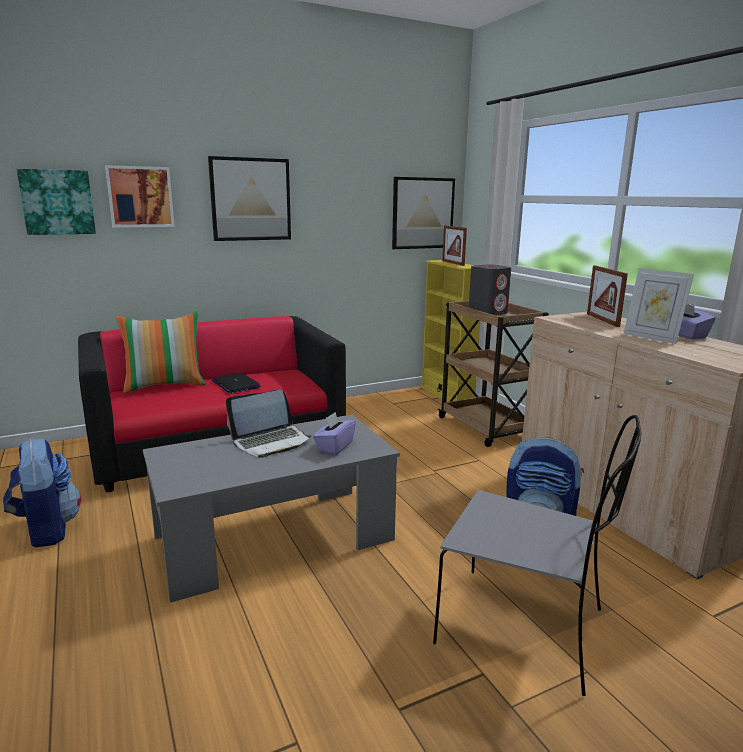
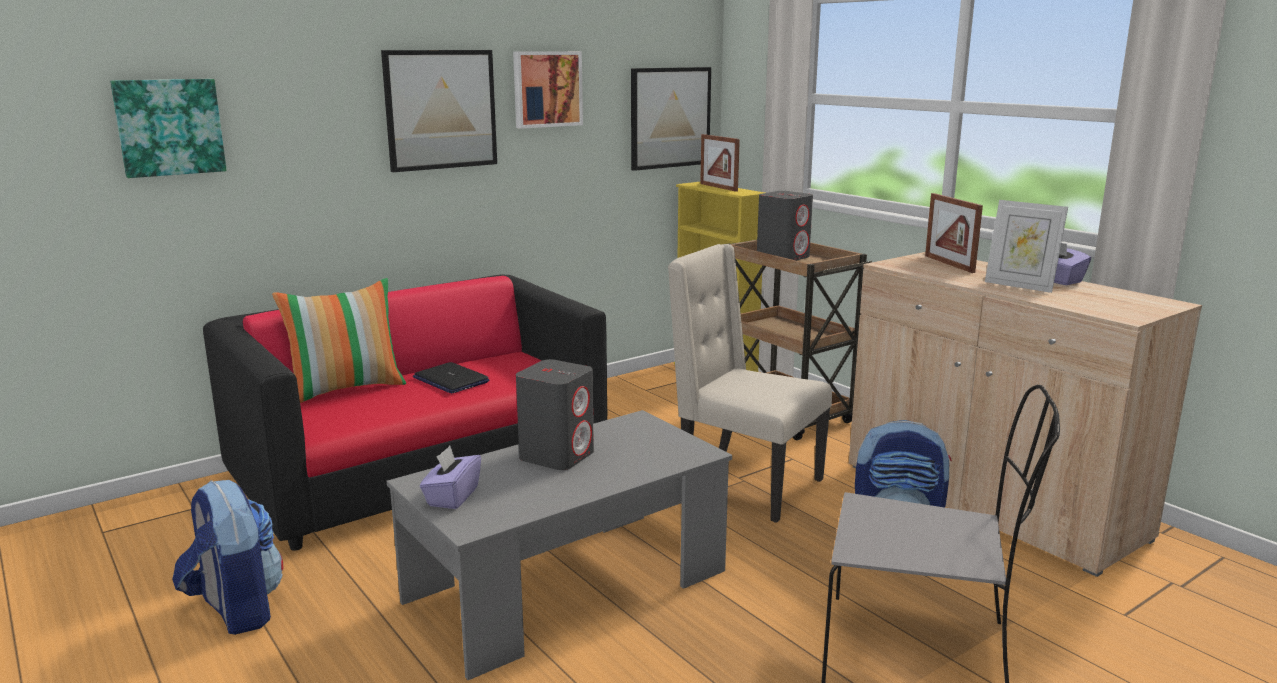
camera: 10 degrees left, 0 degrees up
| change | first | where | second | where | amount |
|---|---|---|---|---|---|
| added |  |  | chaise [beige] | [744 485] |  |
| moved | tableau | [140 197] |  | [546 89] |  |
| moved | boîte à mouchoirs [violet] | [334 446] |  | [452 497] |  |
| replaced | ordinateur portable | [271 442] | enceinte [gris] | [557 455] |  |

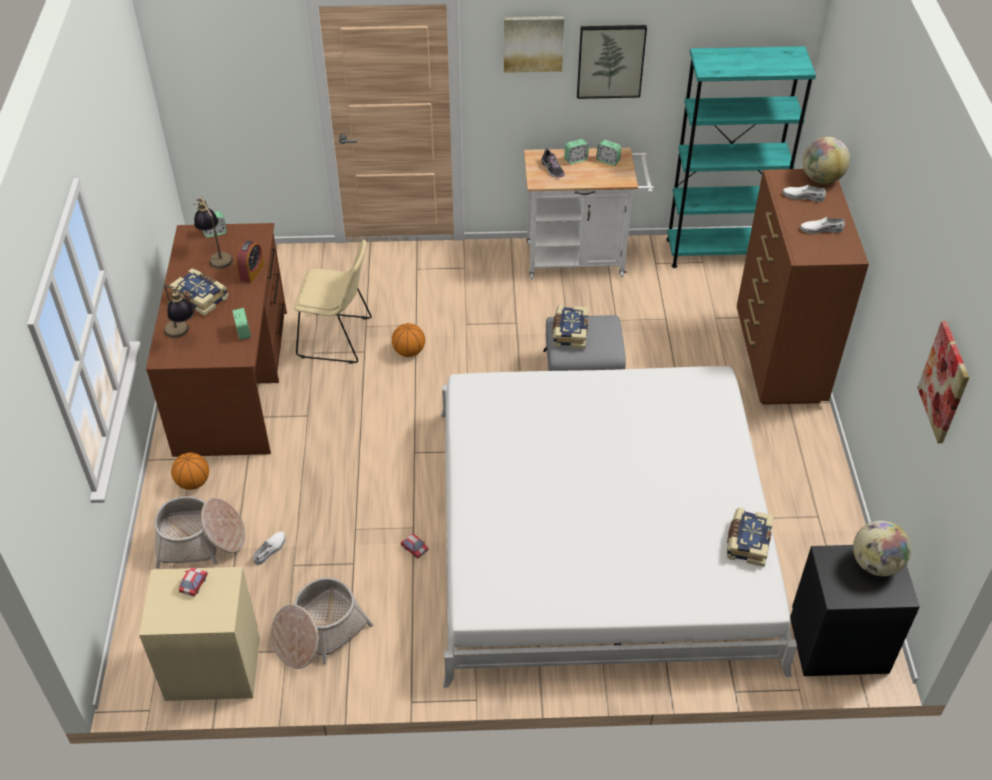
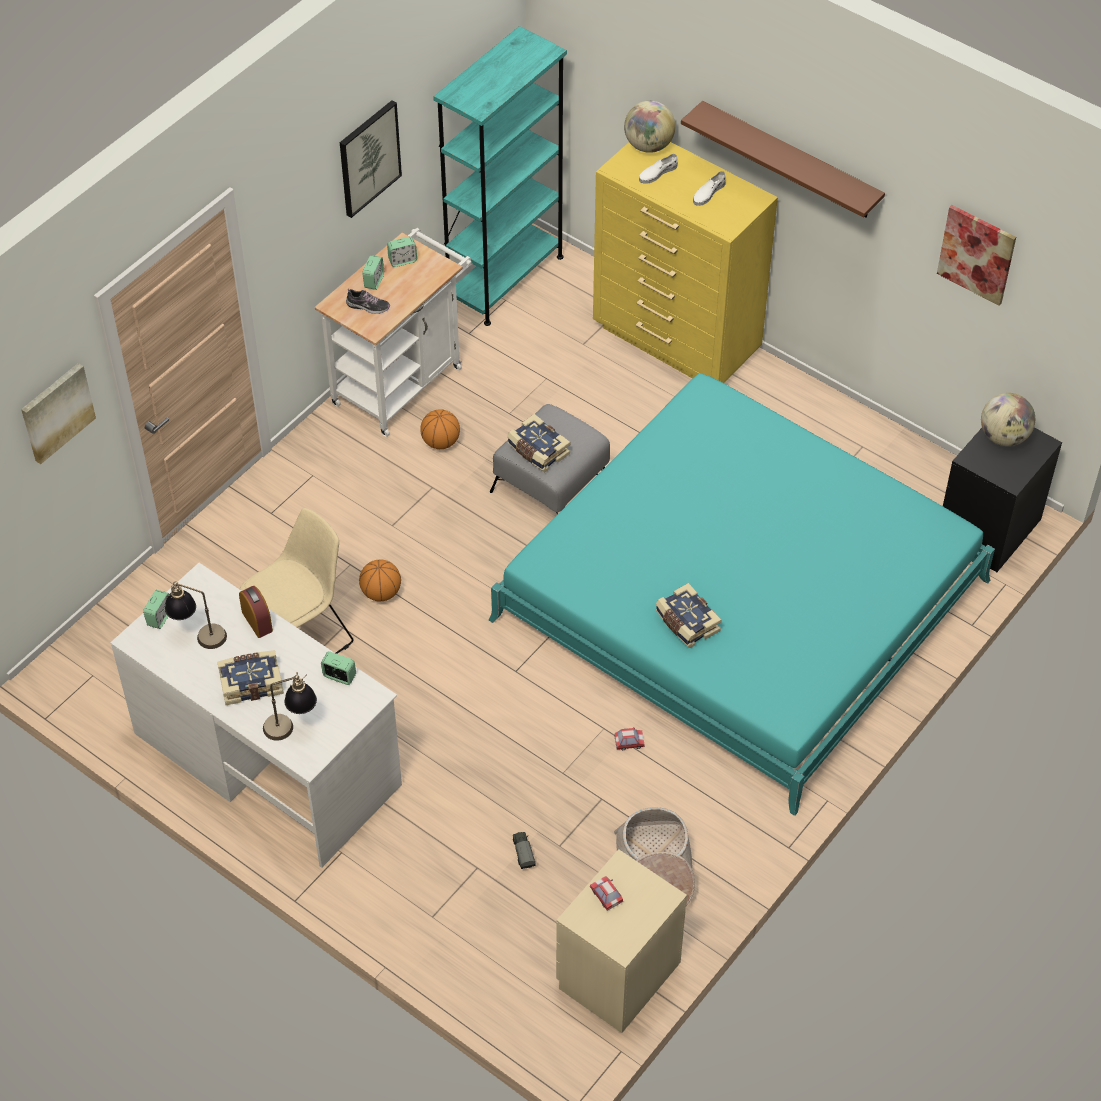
camera: 50 degrees left, 5 degrees up
| change | first | where | second | where | amount |
|---|---|---|---|---|---|
| removed | panier | [201 541] |  |  |  |
| added |  |  | étagère [marron] | [790 161] |  |
| moved | ballon de basket | [193 482] |  | [440 442] |  |
| moved | tableau | [533 43] |  | [56 412] |  |
| moved | livre | [747 542] |  | [686 623] |  |
| replaced | chaussure [blanc] | [270 549] | camion jouet | [523 853] |  |
| recoloured | bureau [marron] | [233 380] | bureau [blanc] | [267 757] |  |
| recoloured | lit [blanc] | [601 533] | lit [turquoise] | [740 599] |  |
| recoloured | commode [marron] | [778 360] | commode [jaune] | [676 341] |  |

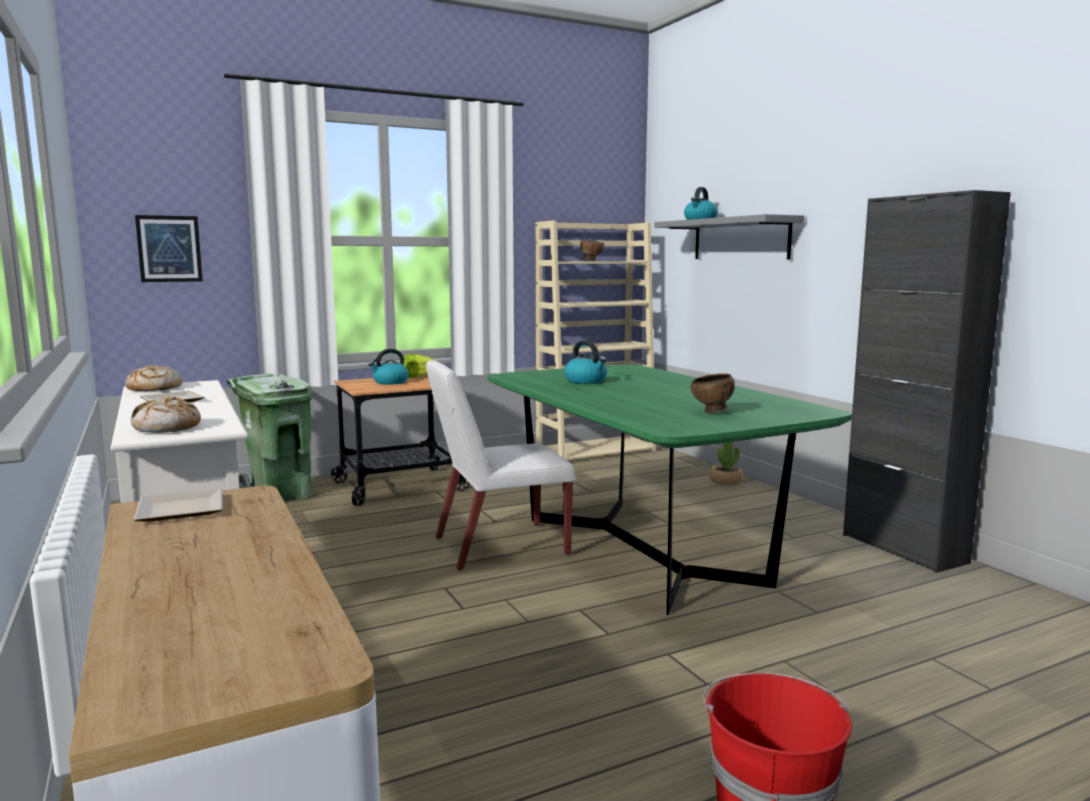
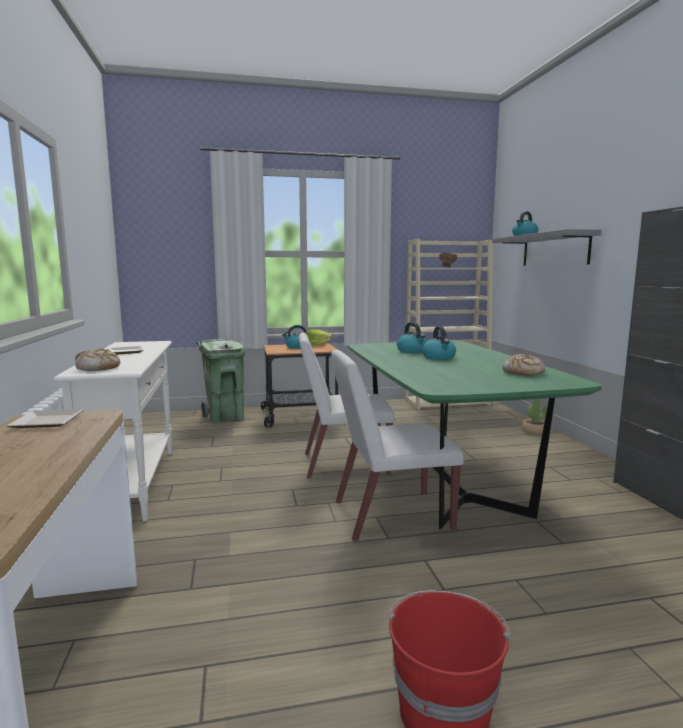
camera: 15 degrees right, 0 degrees up
| change | first | where | second | where | amount |
|---|---|---|---|---|---|
| removed | tableau | [169 249] |  |  |  |
| removed | bol [marron] | [712 412] |  |  |  |
| added |  |  | chaise [blanc] | [390 516] |  |
| added |  |  | bouilloire | [439 357] |  |
| moved | pain | [154 388] |  | [523 372] |  |

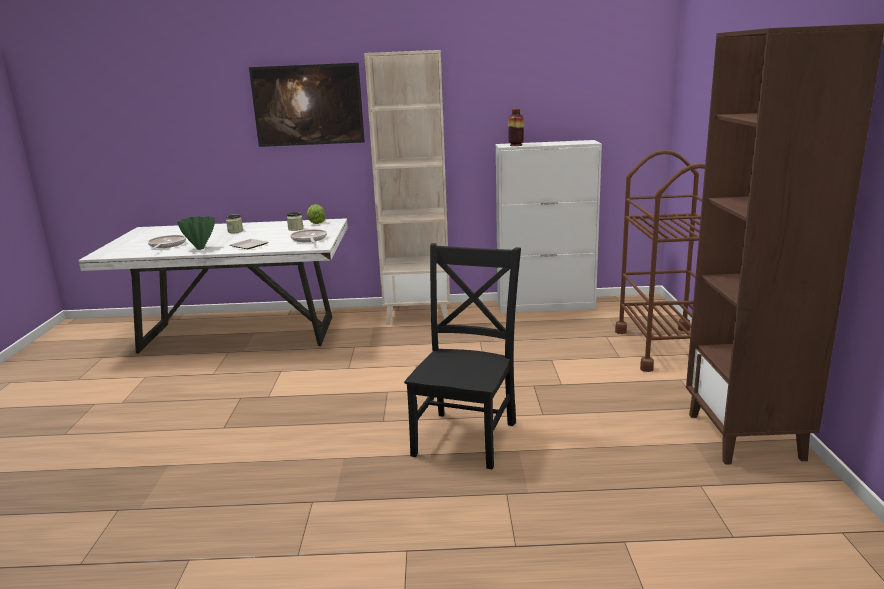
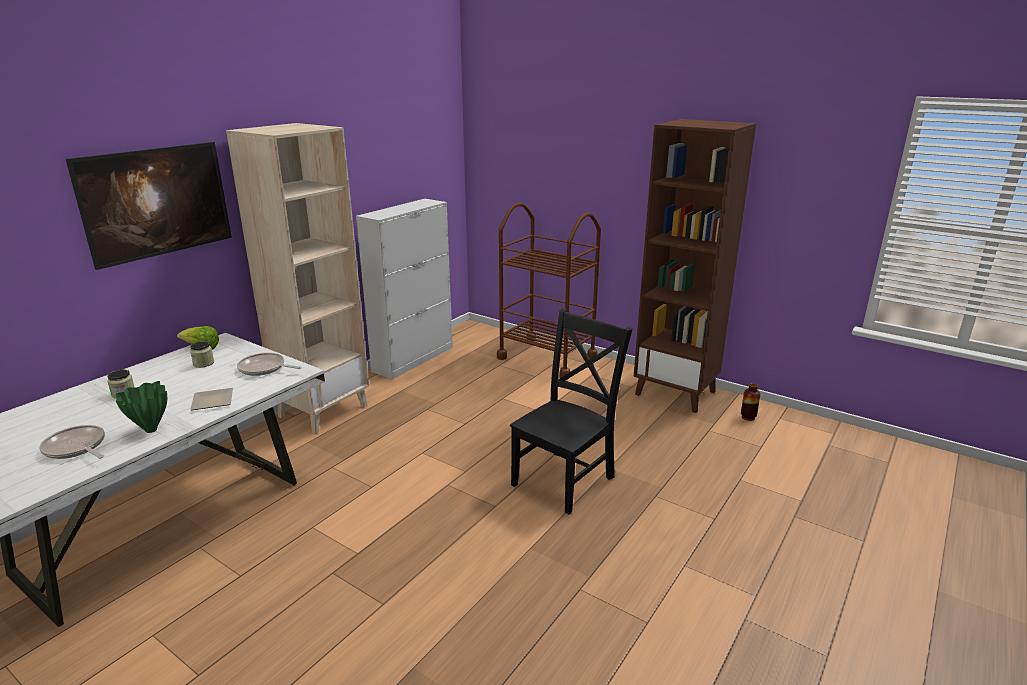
camera: 55 degrees left, 5 degrees up
| change | first | where | second | where | amount |
|---|---|---|---|---|---|
| moved | vase | [516 145] |  | [748 417] |  |
| turned | chaise [noir] | [467 436] |  | [566 479] | 75 degrees clockwise |

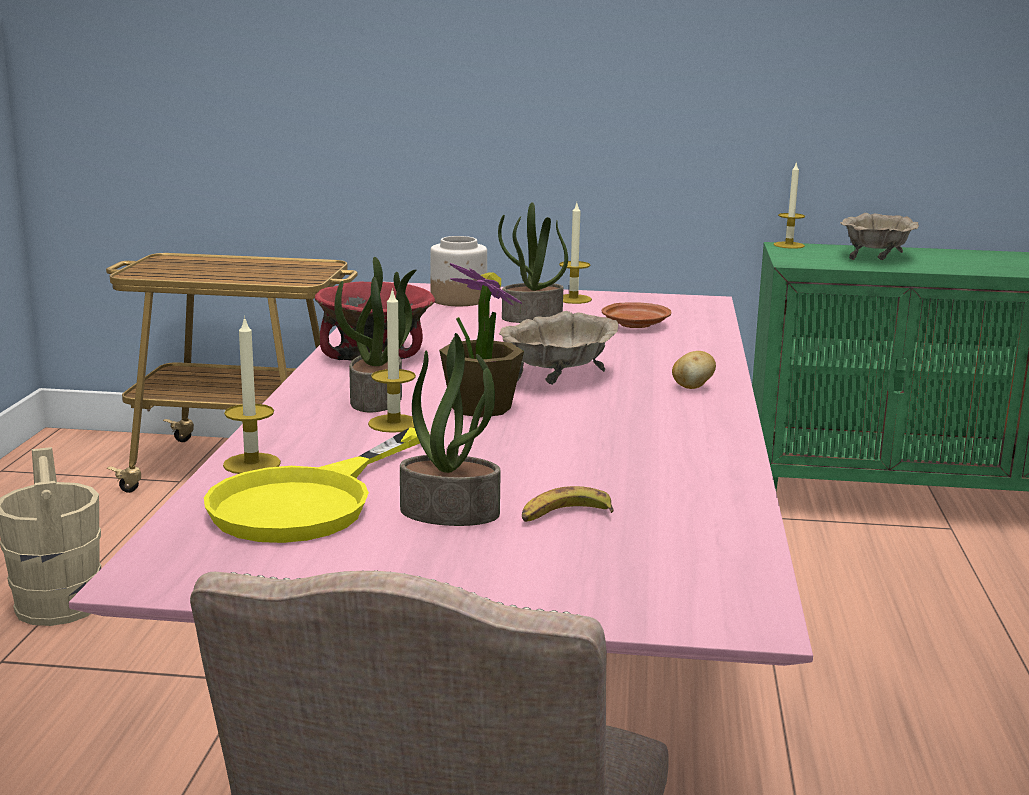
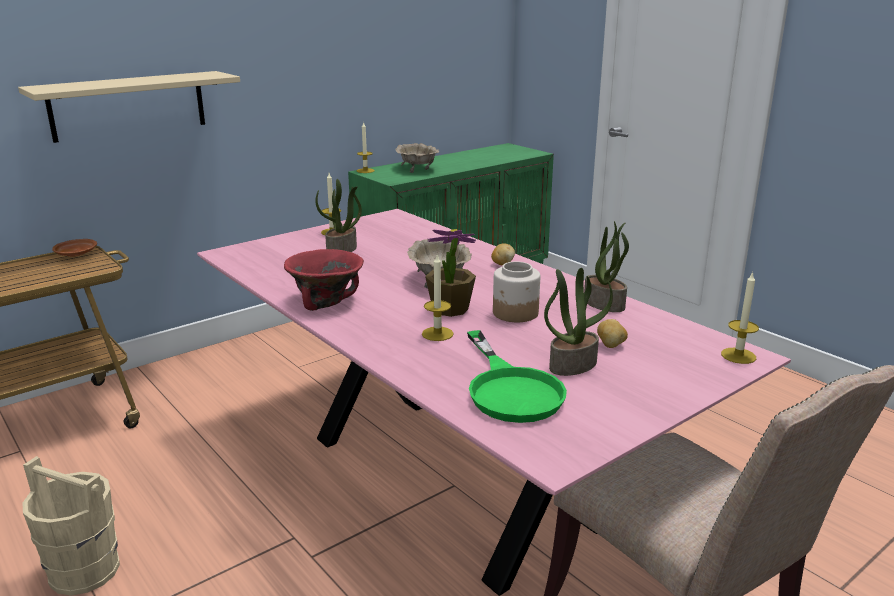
camera: 45 degrees left, 5 degrees up
| change | first | where | second | where | amount |
|---|---|---|---|---|---|
| added |  |  | étagère [beige] | [128 105] |  |
| moved | bougie | [252 464] |  | [738 355] |  |
| moved | plante en pot | [377 400] |  | [605 304] |  |
| moved | bocal | [458 300] |  | [515 313] |  |
| moved | assiette [marron] | [635 325] |  | [76 254] |  |
| replaced | banane | [565 516] | pomme de terre | [610 345] |  |
| recoloured | poêle [jaune] | [309 501] | poêle [vert] | [510 389] |  |

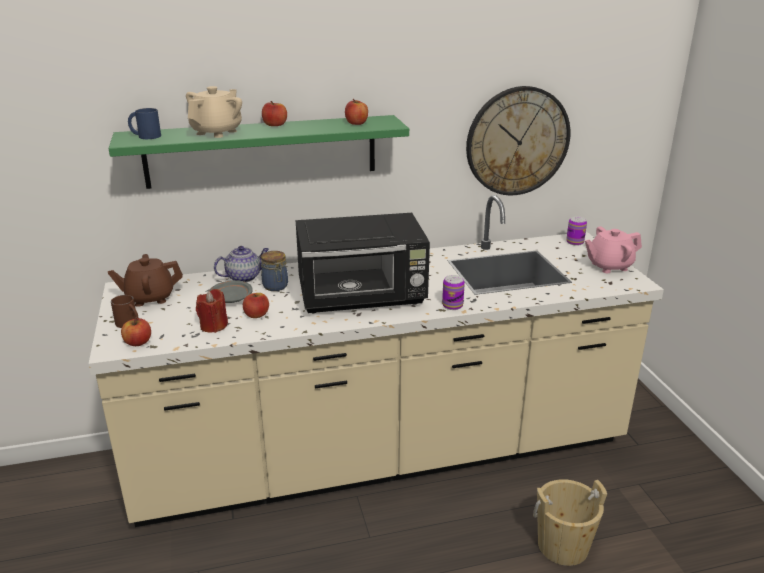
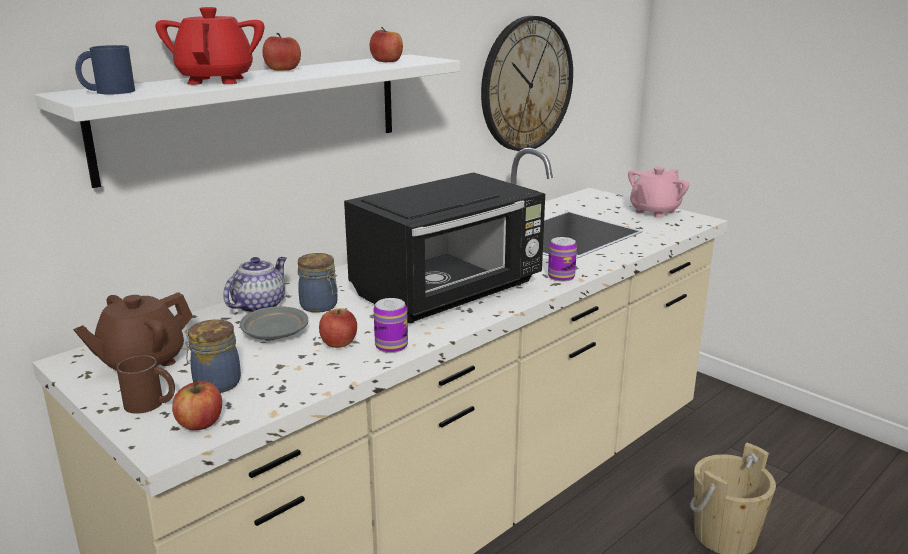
camera: 30 degrees left, 5 degrees down
| change | first | where | second | where | amount |
|---|---|---|---|---|---|
| removed | bougie [rouge] | [213 326] |  |  |  |
| added |  |  | bocal | [215 383] |  |
| moved | boîte métallique | [575 242] |  | [391 346] |  |
| recoloured | étagère [vert] | [262 151] | étagère [blanc] | [257 114] |  |
| recoloured | théière [beige] | [217 132] | théière [rouge] | [216 80] |  |

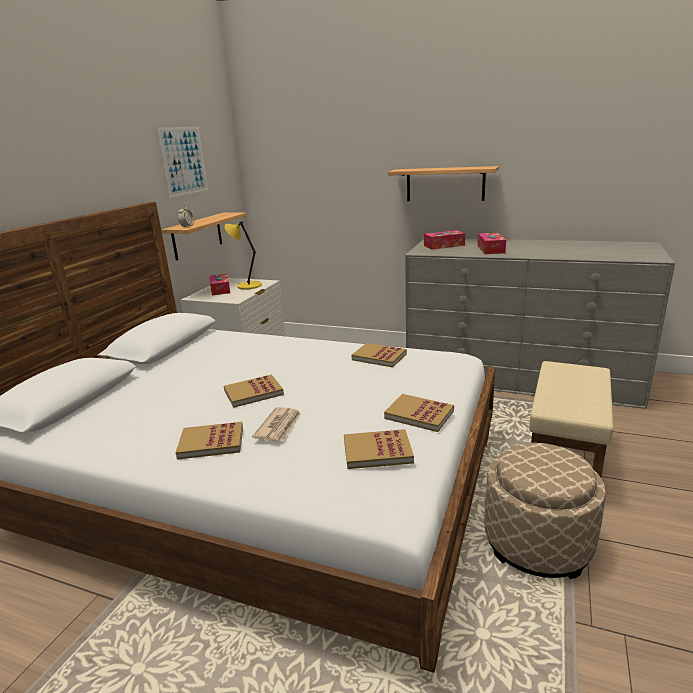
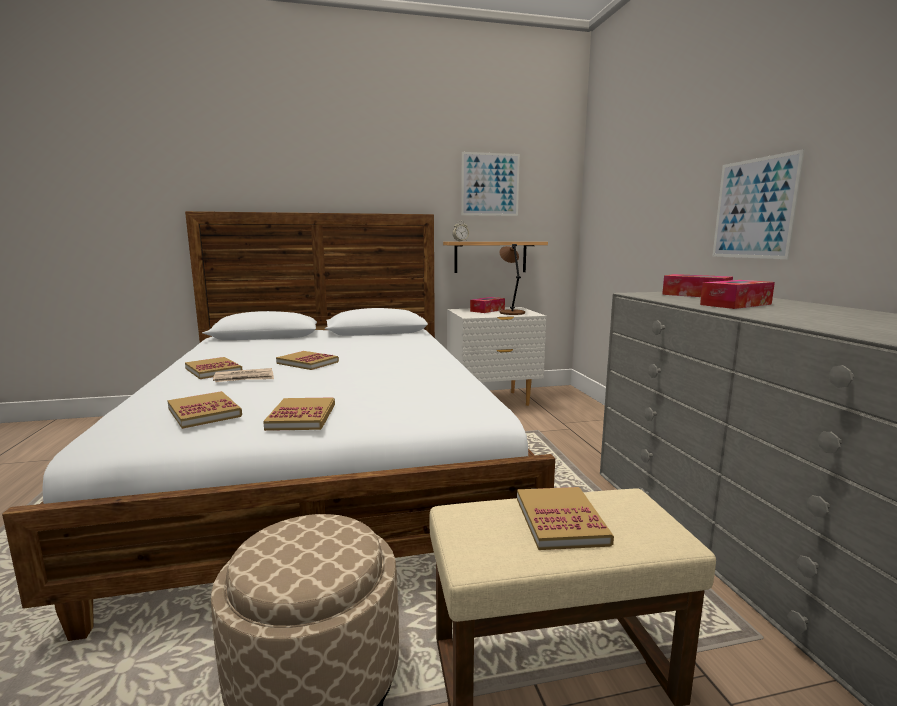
camera: 55 degrees right, 10 degrees down
| change | first | where | second | where | amount |
|---|---|---|---|---|---|
| moved | livre | [379 357] |  | [561 521] |  |
| replaced | étagère | [445 184] | tableau | [753 208] |  |
| recoloured | lampe de table [jaune] | [247 286] | lampe de table [marron] | [511 313] |  |

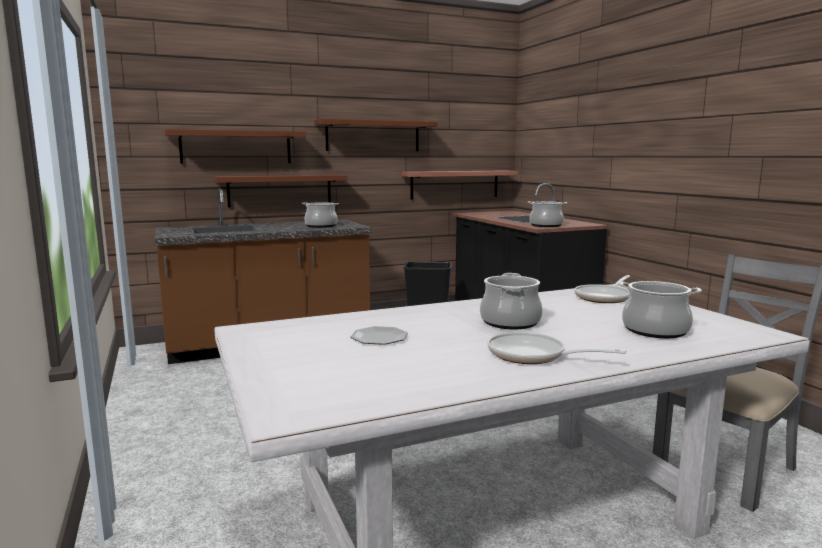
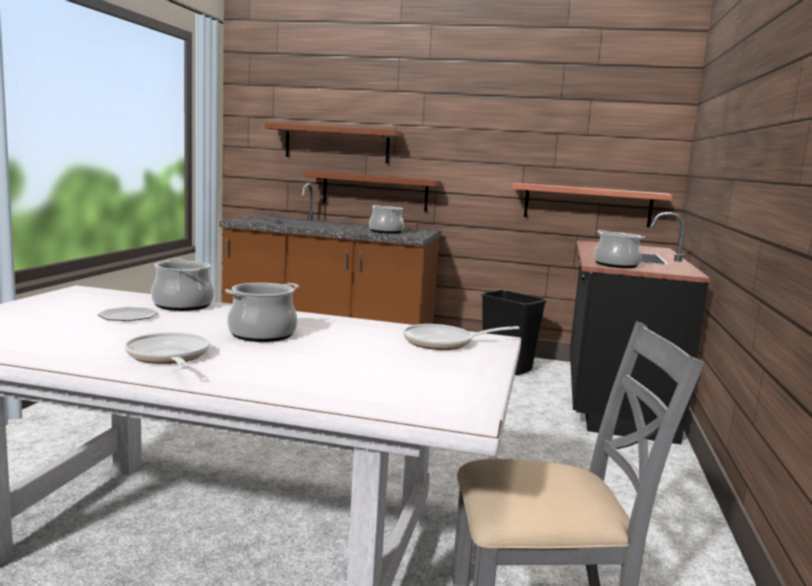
camera: 35 degrees right, 0 degrees up
| change | first | where | second | where | amount |
|---|---|---|---|---|---|
| removed | étagère [marron] | [373 136] |  |  |  |
| moved | marmite | [655 330] |  | [183 305] |  |

